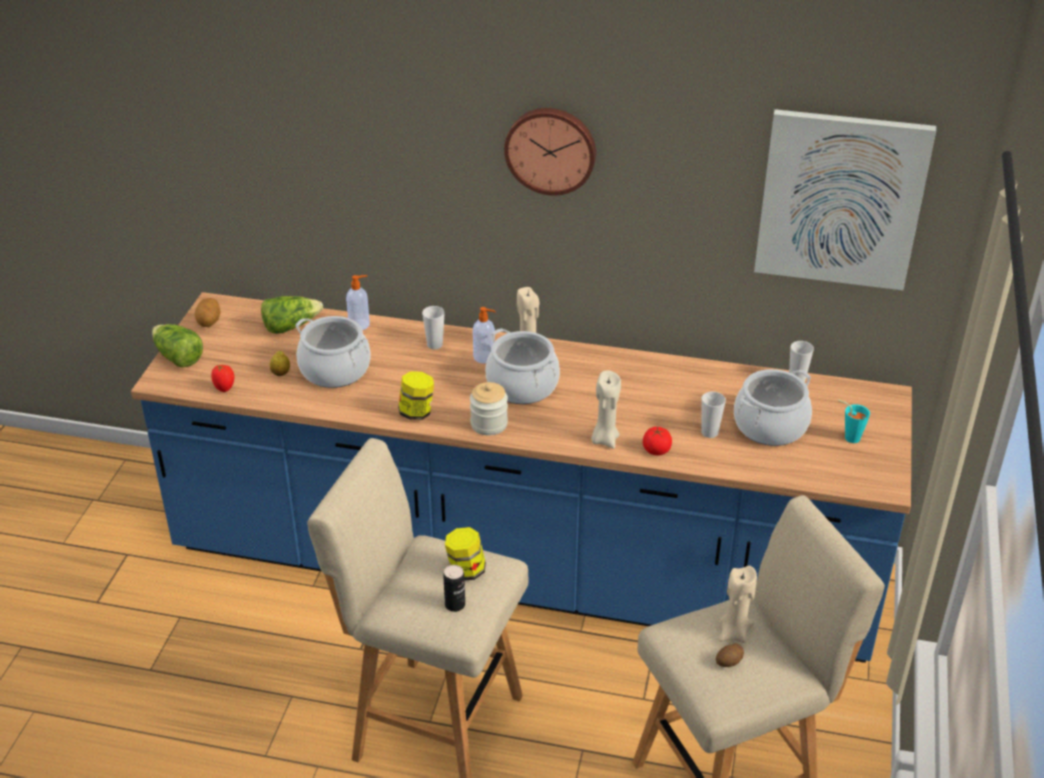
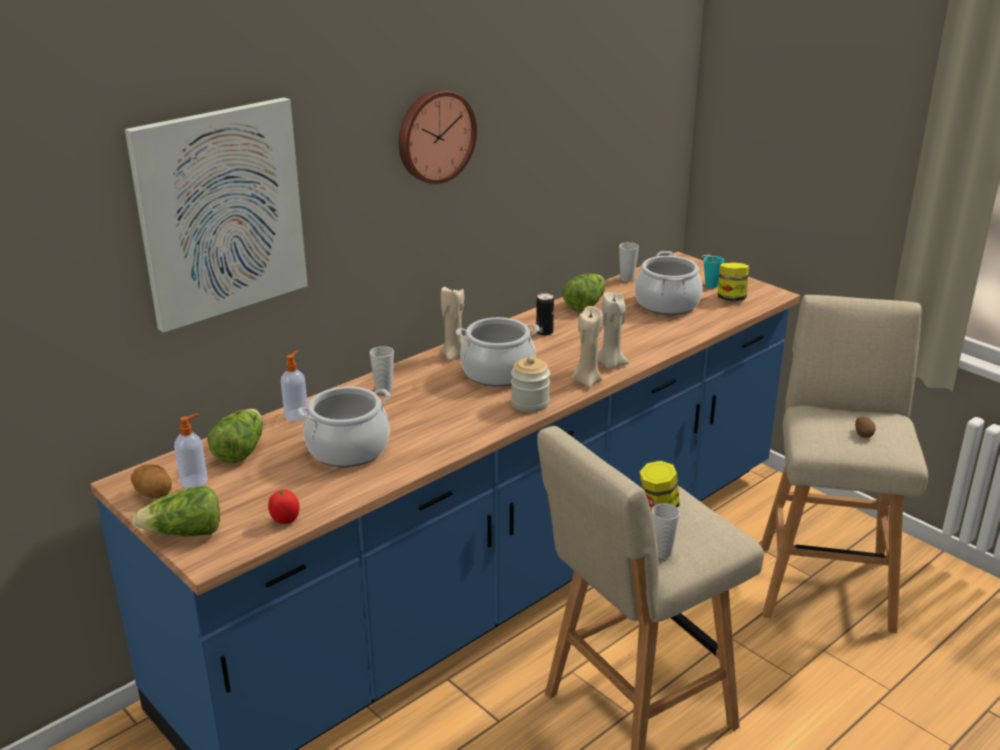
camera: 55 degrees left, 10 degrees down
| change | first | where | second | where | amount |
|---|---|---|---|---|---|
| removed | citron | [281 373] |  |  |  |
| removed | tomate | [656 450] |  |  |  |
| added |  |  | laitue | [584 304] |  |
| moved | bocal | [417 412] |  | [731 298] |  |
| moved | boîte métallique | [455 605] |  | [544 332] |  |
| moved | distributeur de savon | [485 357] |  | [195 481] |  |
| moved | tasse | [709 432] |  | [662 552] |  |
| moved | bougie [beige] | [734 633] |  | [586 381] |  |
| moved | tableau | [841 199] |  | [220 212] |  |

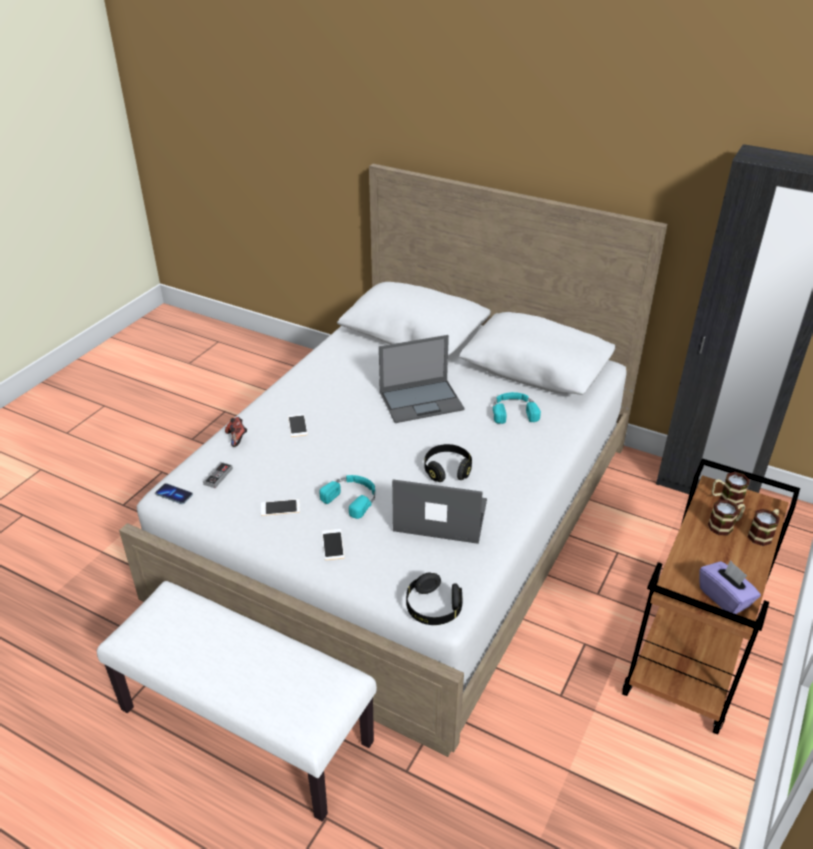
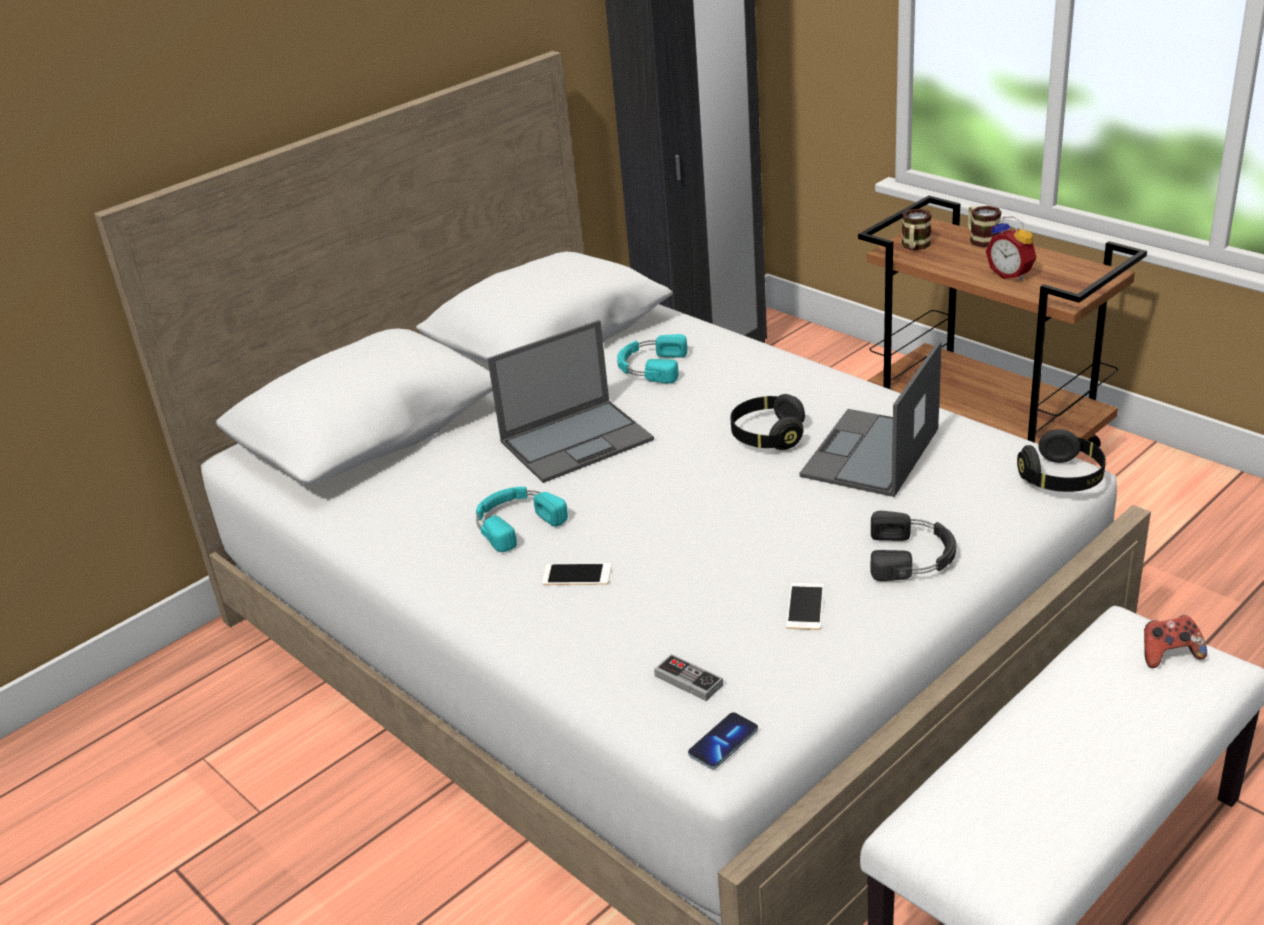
camera: 70 degrees left, 5 degrees down
| change | first | where | second | where | amount |
|---|---|---|---|---|---|
| removed | boîte à mouchoirs [violet] | [724 598] |  |  |  |
| removed | mug | [724 526] |  |  |  |
| added |  |  | réveil | [1011 274] |  |
| moved | manette | [237 438] |  | [1169 654] |  |
| moved | casque audio [turquoise] | [352 498] |  | [515 522] |  |
| replaced | téléphone | [333 544] | casque audio [noir] | [912 556] |  |
| turned | ordinateur portable | [422 401] |  | [578 440] | 60 degrees clockwise |

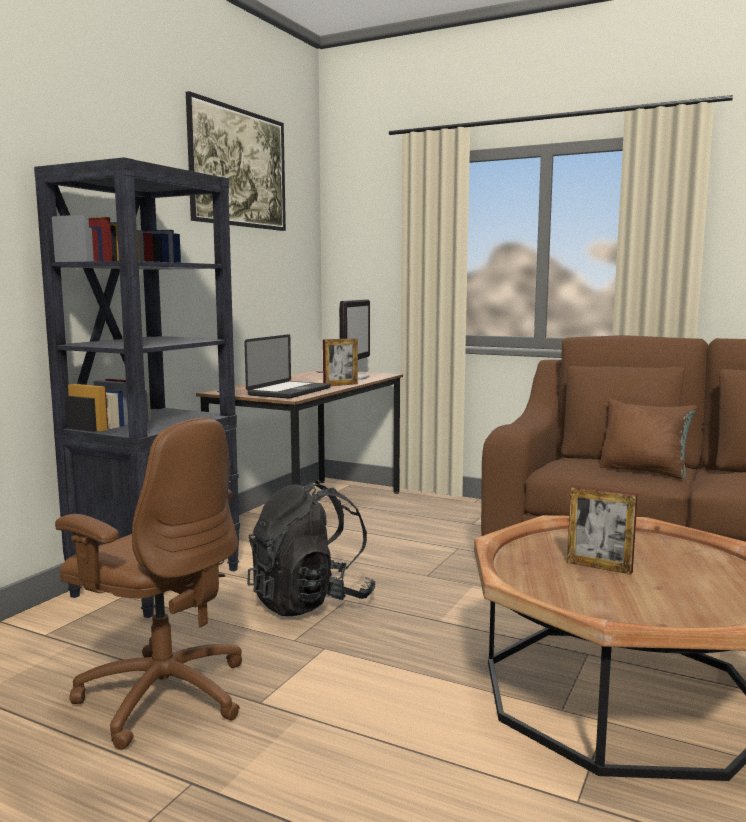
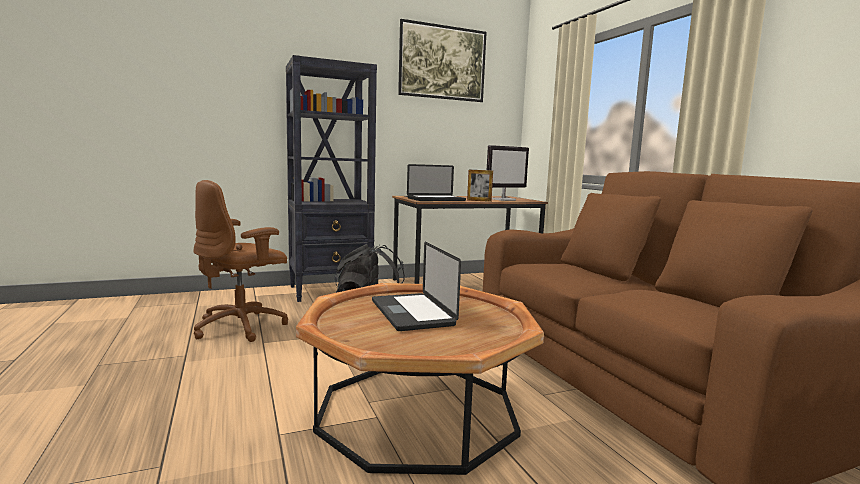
camera: 40 degrees right, 0 degrees up
| change | first | where | second | where | amount |
|---|---|---|---|---|---|
| removed | coussin [marron] | [644 471] |  |  |  |
| replaced | cadre photo | [599 567] | ordinateur portable | [412 313] |  |
| turned | chaise de bureau [marron] | [163 694] |  | [242 327] | 60 degrees clockwise |

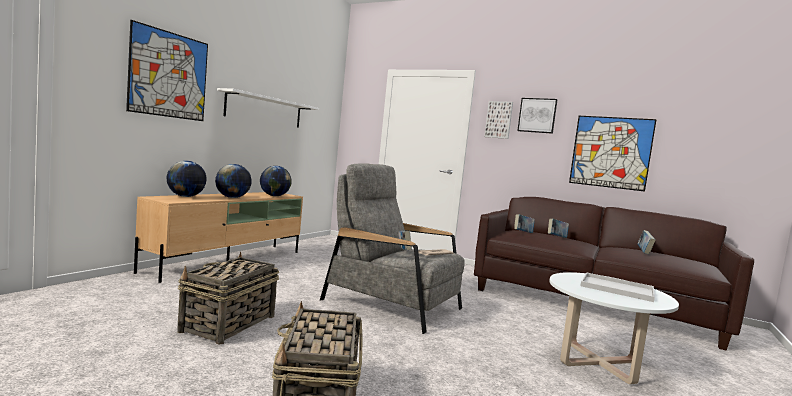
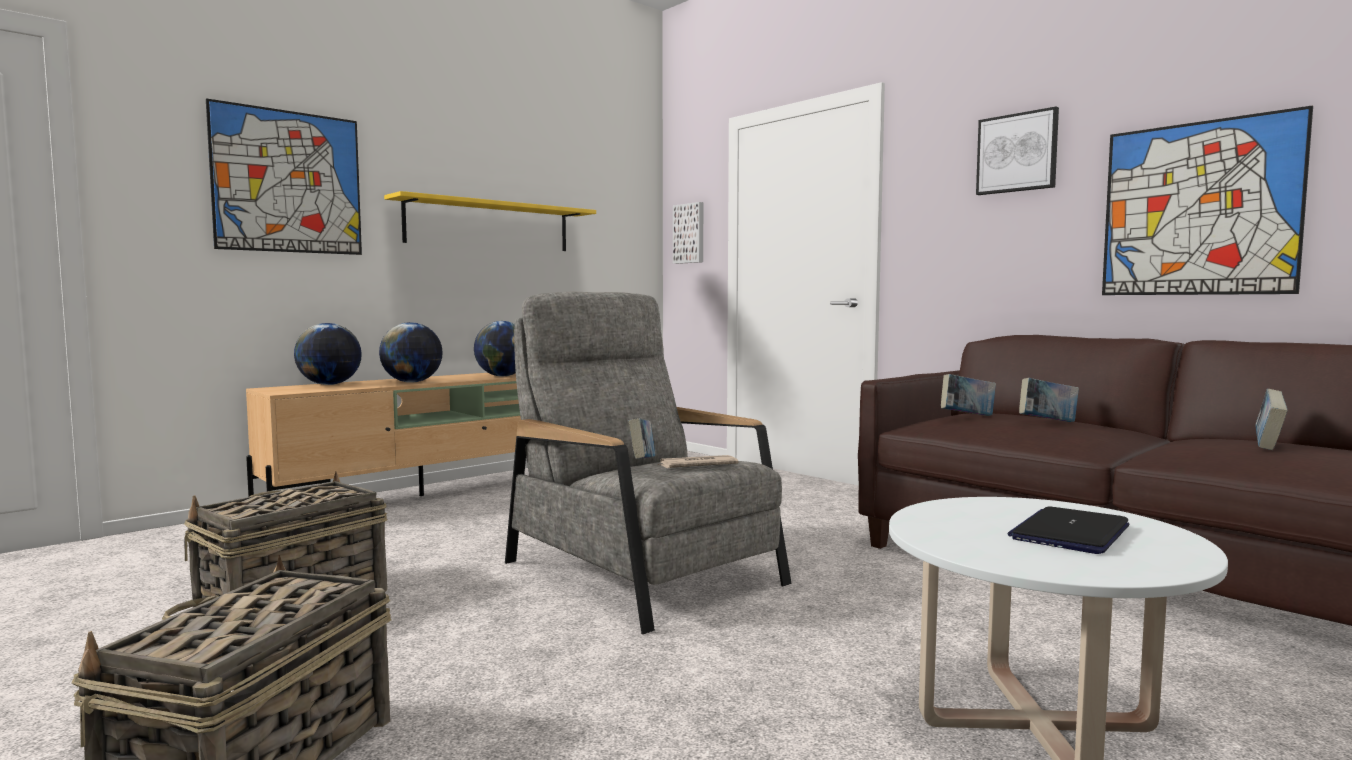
camera: 20 degrees right, 0 degrees up
| change | first | where | second | where | amount |
|---|---|---|---|---|---|
| moved | tableau | [499 120] |  | [690 233] |  |
| replaced | plateau [blanc] | [618 288] | ordinateur portable | [1070 533] |  |
| recoloured | étagère [blanc] | [265 110] | étagère [jaune] | [489 226] |  |

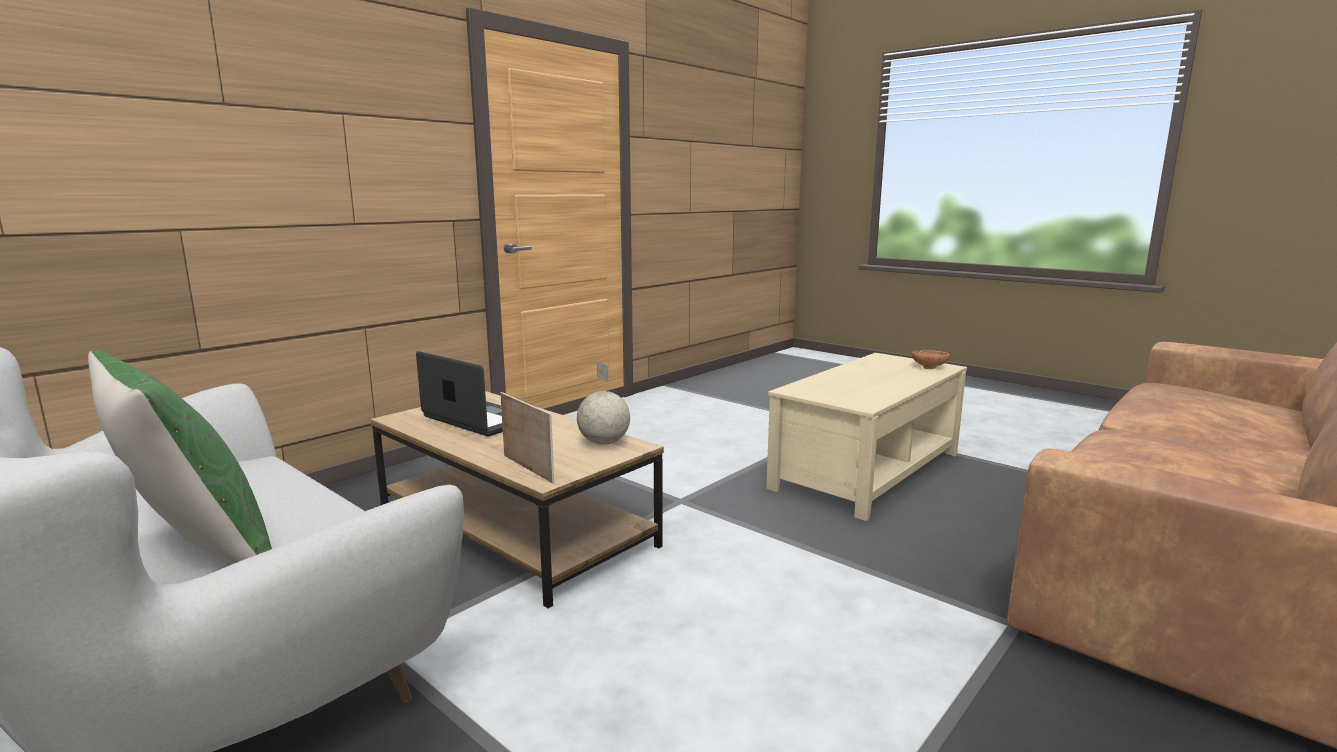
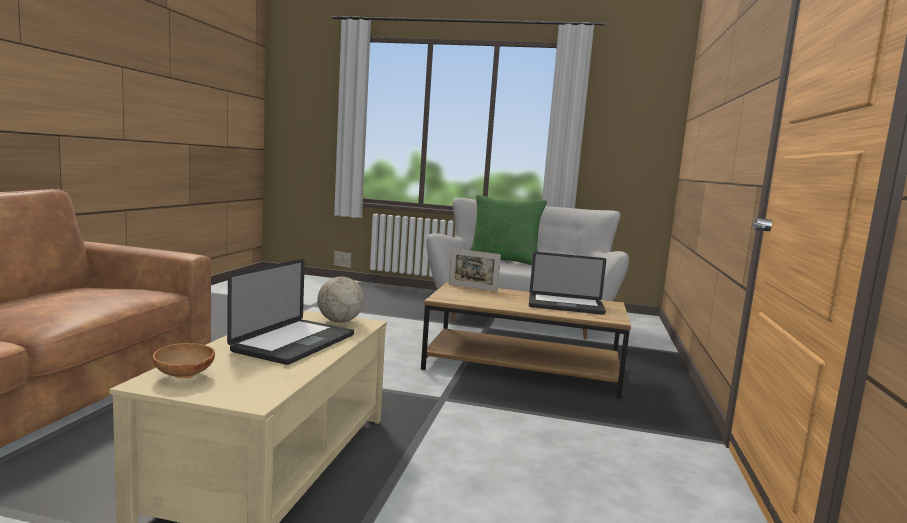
camera: 150 degrees right, 5 degrees down
| change | first | where | second | where | amount |
|---|---|---|---|---|---|
| added |  |  | ordinateur portable | [294 343] |  |
| moved | globe | [604 443] |  | [339 321] |  |

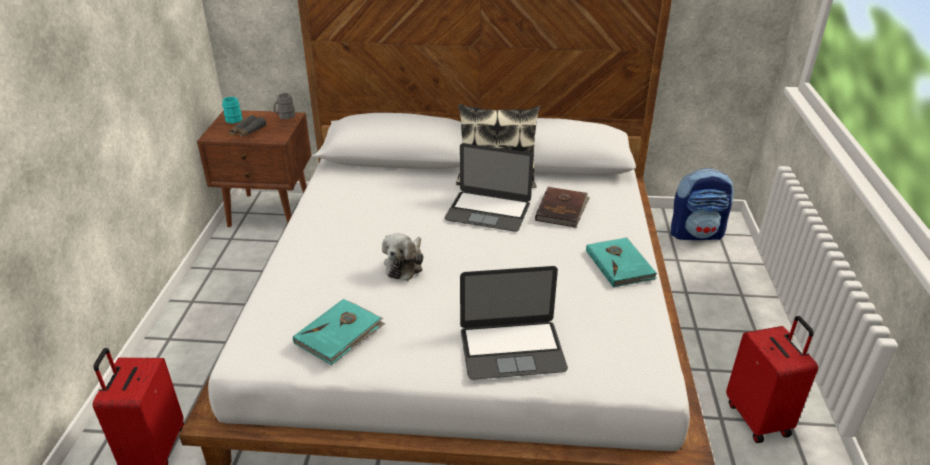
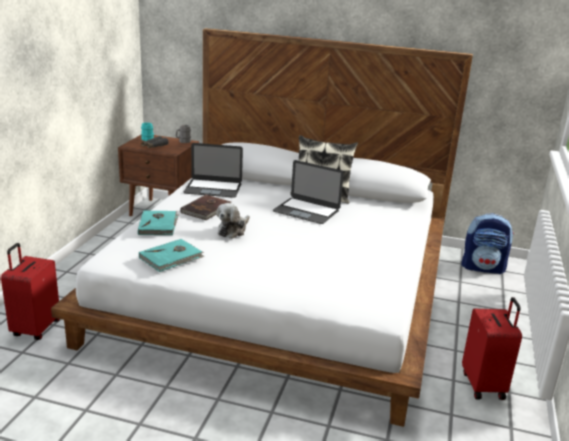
camera: 10 degrees right, 10 degrees down
| change | first | where | second | where | amount |
|---|---|---|---|---|---|
| moved | ordinateur portable | [512 349] |  | [213 188] |  |
| moved | livre [marron] | [562 209] |  | [207 209] |  |
| moved | livre [turquoise] | [620 264] |  | [158 225] |  |

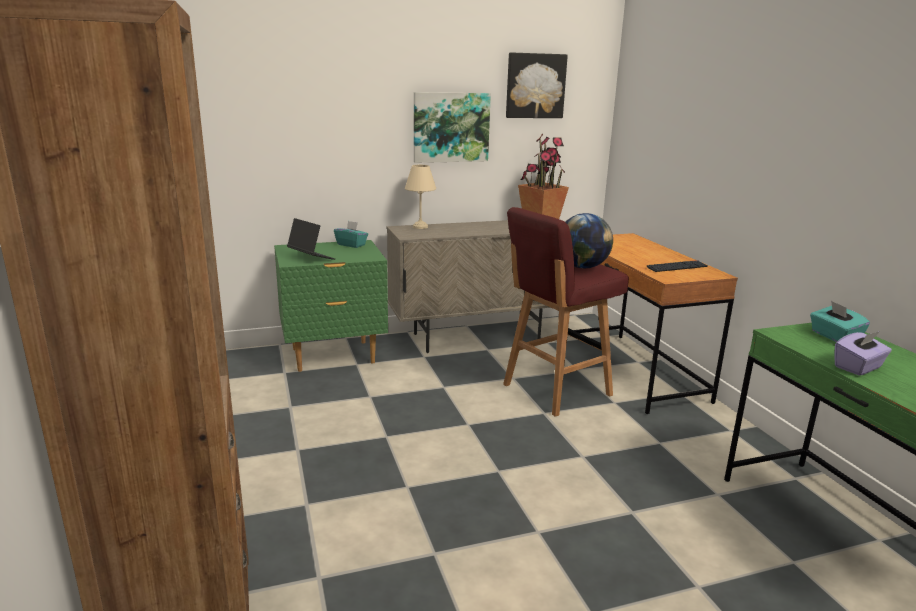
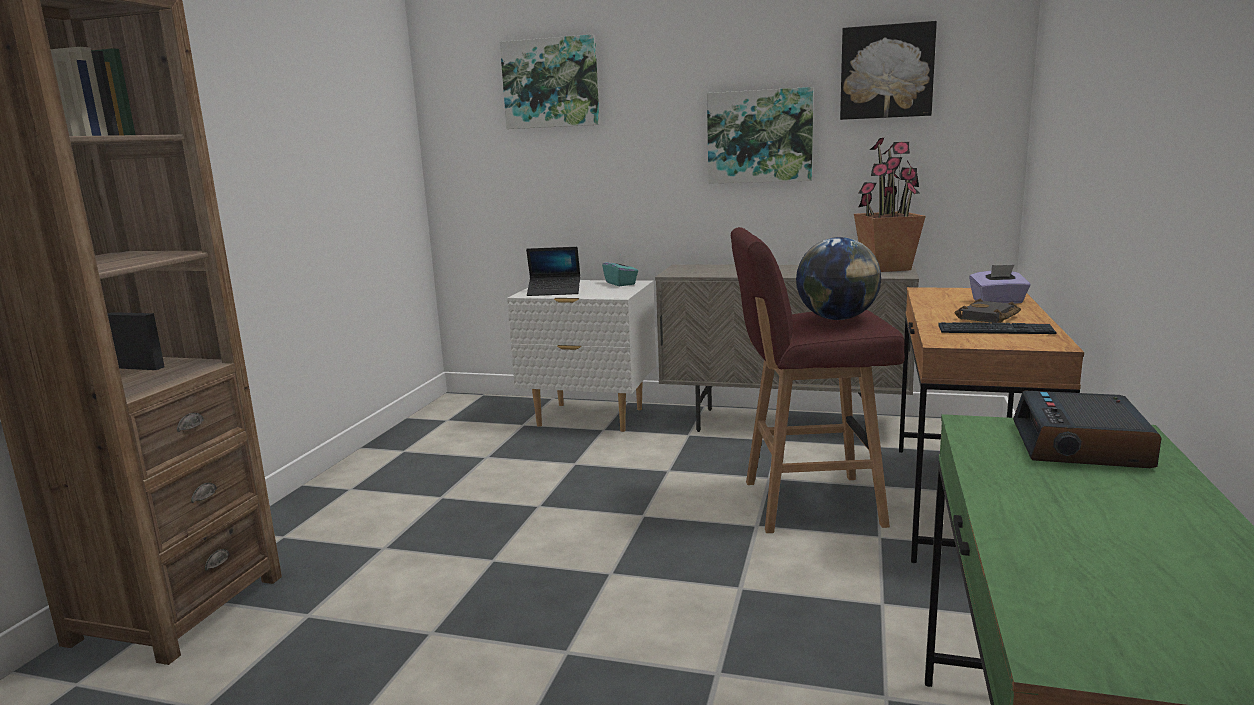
camera: 35 degrees right, 5 degrees down
| change | first | where | second | where | amount |
|---|---|---|---|---|---|
| removed | lampe de table [beige] | [420 227] |  |  |  |
| added |  |  | tableau | [551 83] |  |
| added |  |  | livre [noir] | [989 317] |  |
| moved | boîte à mouchoirs [violet] | [858 367] |  | [998 302] |  |
| replaced | boîte à mouchoirs [turquoise] | [834 337] | réveil | [1081 445] |  |
| recoloured | table de chevet [vert] | [333 356] | table de chevet [blanc] | [590 418] |  |
| turned | ordinateur portable | [311 257] |  | [554 292] | 105 degrees clockwise |

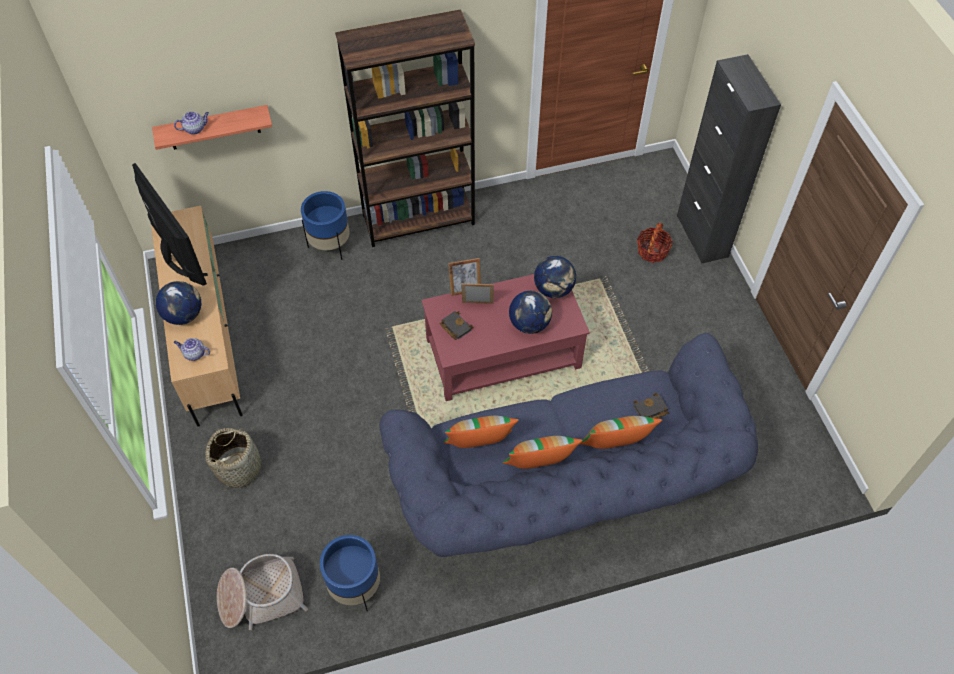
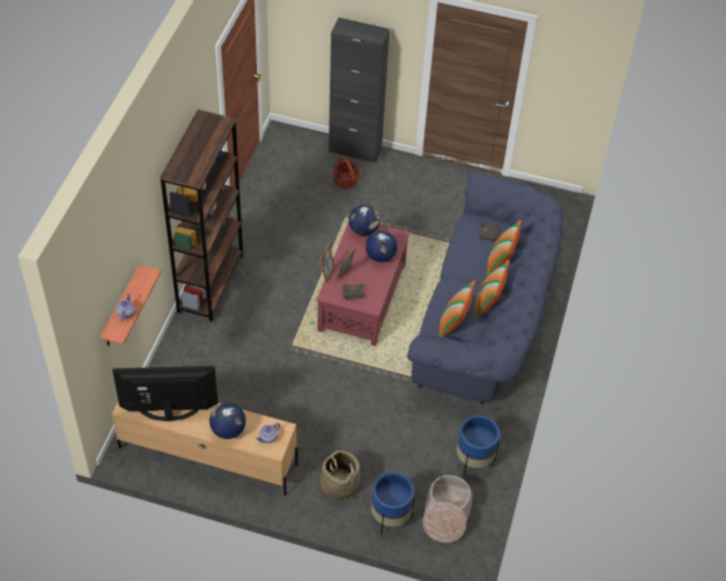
camera: 60 degrees left, 5 degrees down
| change | first | where | second | where | amount |
|---|---|---|---|---|---|
| moved | cache-pot [bleu] | [330 245] |  | [390 517] |  |

